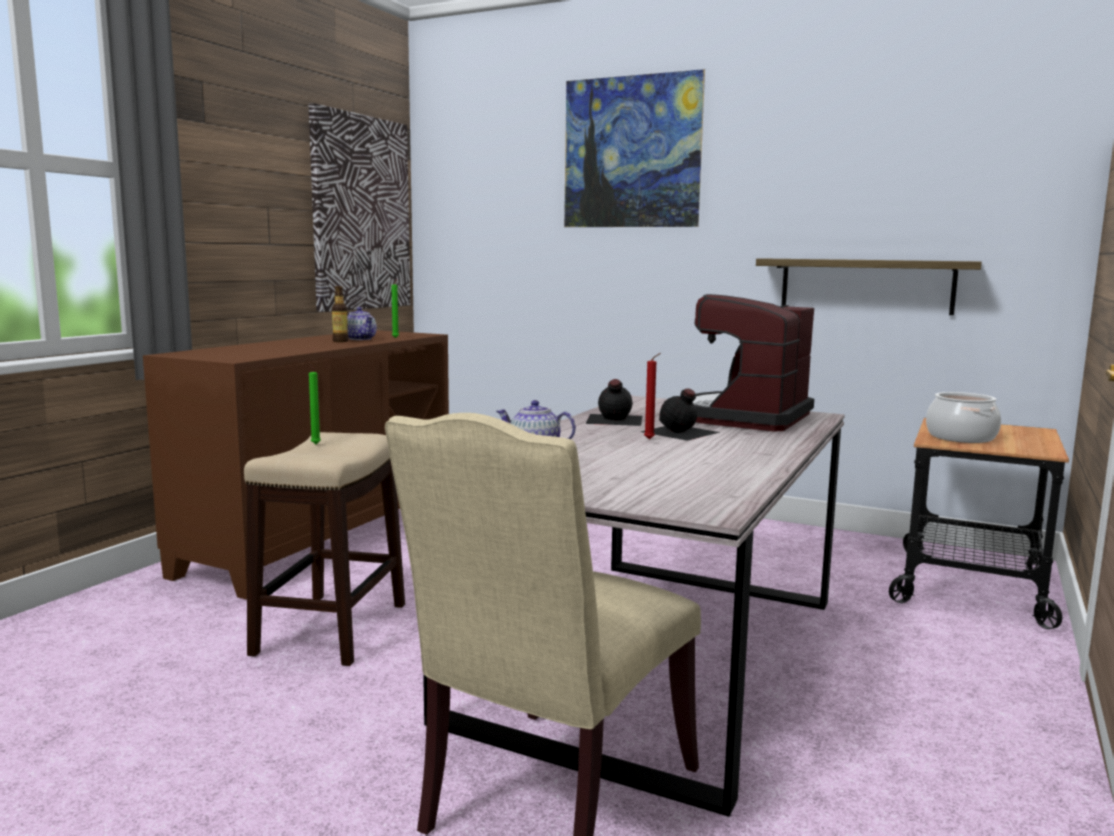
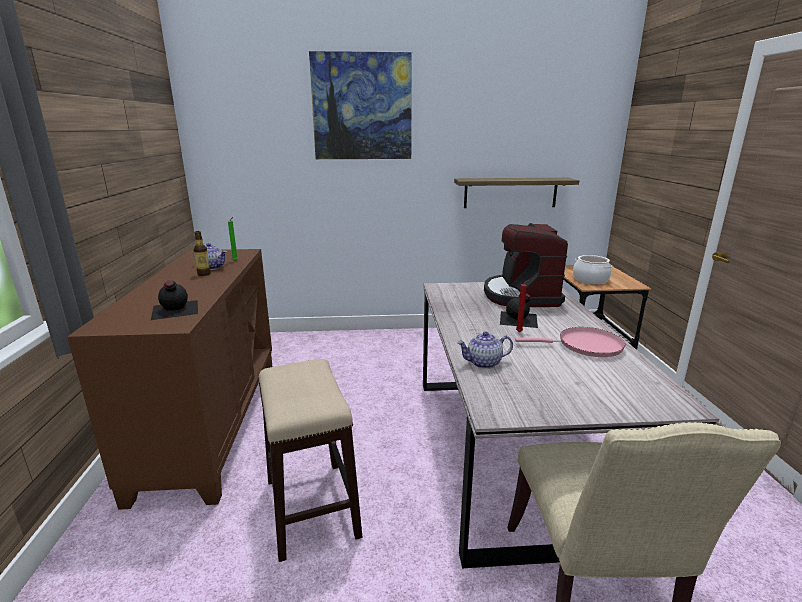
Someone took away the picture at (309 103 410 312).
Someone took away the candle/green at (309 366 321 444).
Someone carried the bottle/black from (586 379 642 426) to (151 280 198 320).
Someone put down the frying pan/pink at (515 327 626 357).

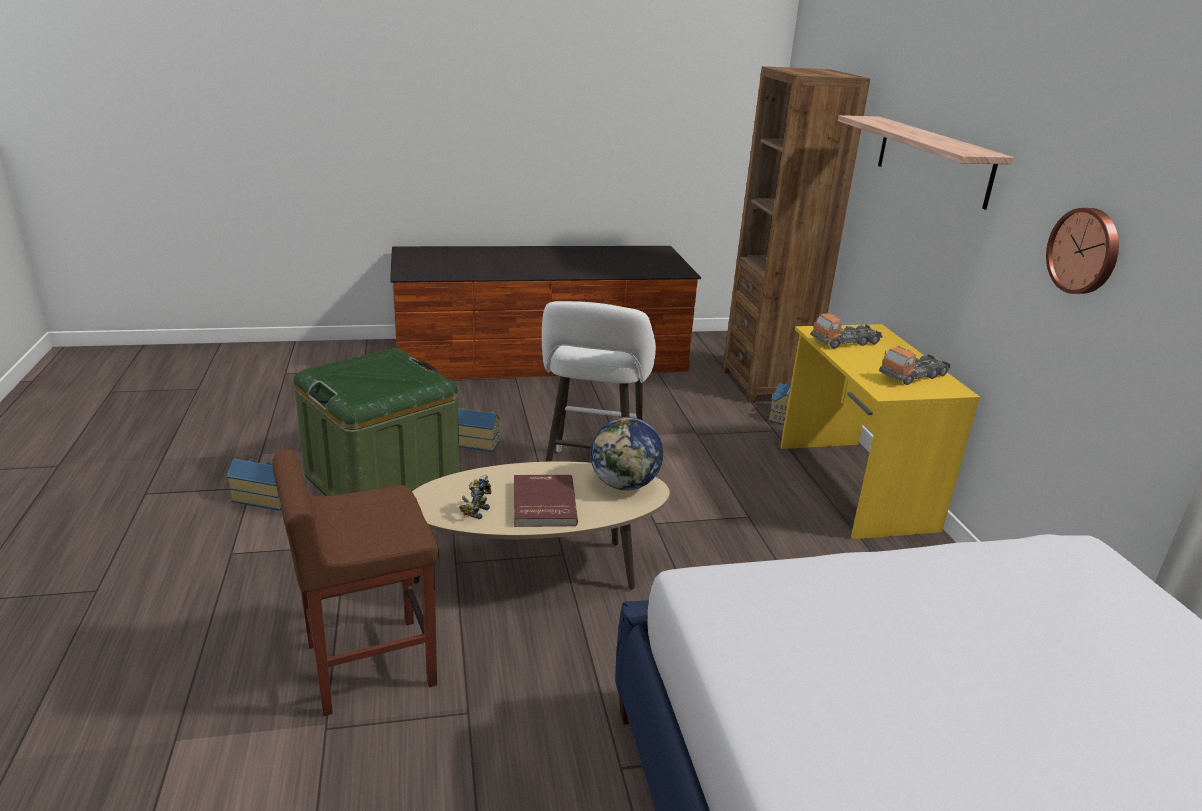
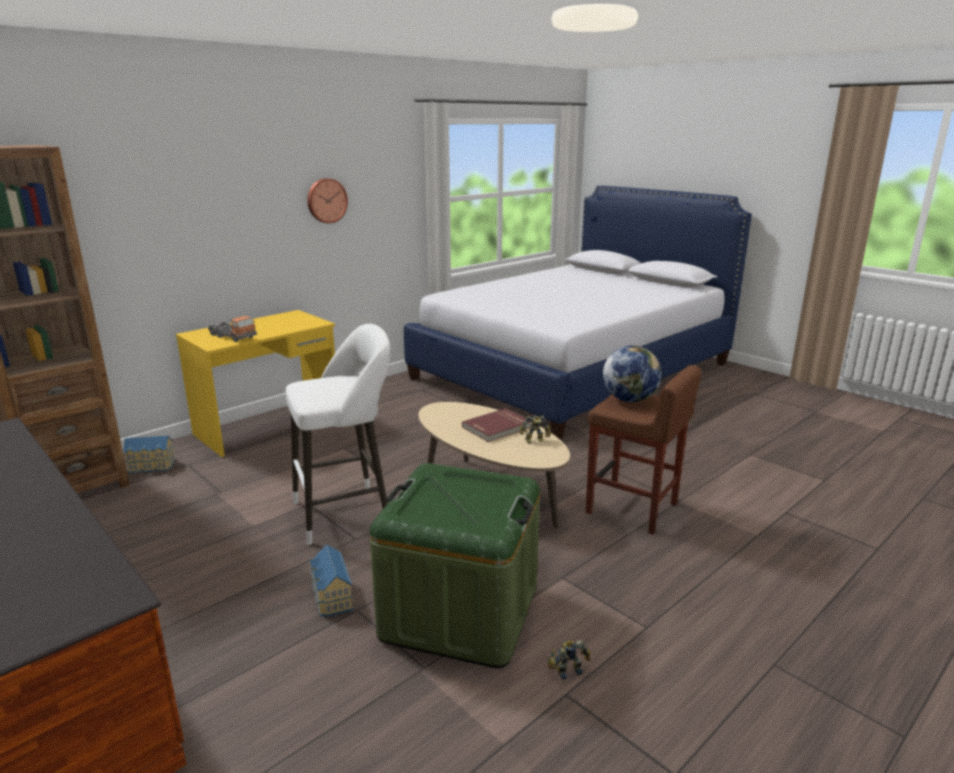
Someone took away the shelf at (838 115 1014 210).
Someone took away the toy truck at (879 346 951 385).
Someone carried the globe from (590 417 663 491) to (603 346 662 402).
Someone swapped the toy house at (227 458 282 511) for the toy robot at (547 640 591 679).

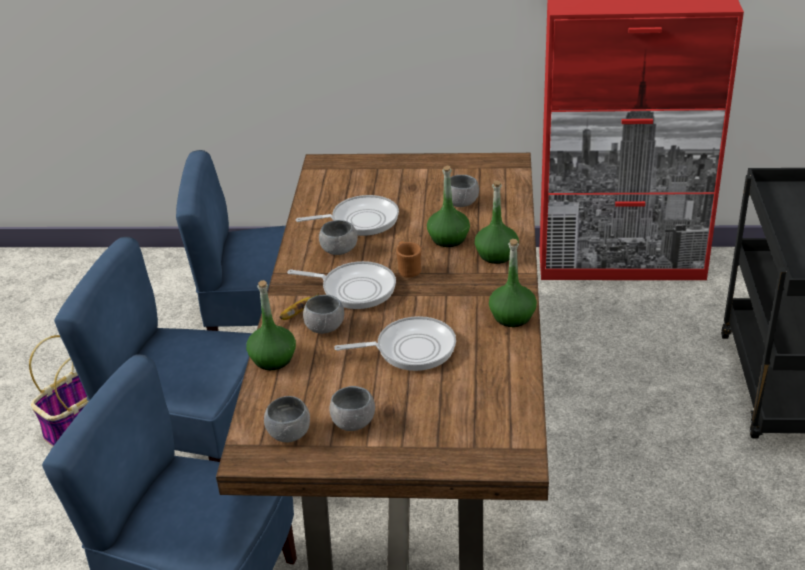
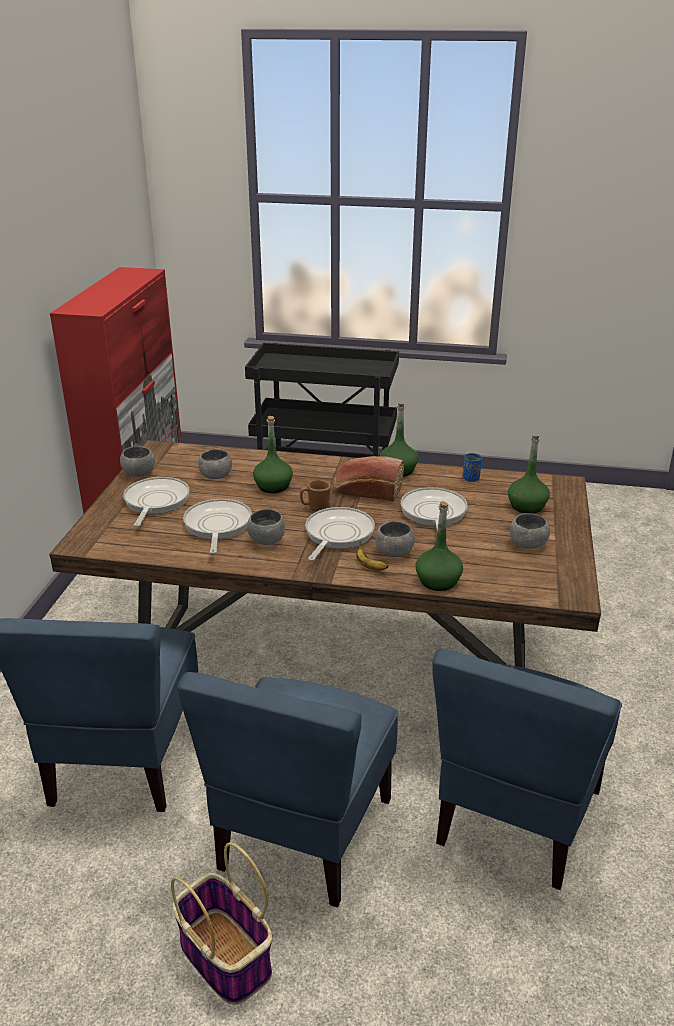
Someone carried the bottle/green from (475 180 519 264) to (508 434 550 514).
Someone carried the bowl/grey from (264 396 310 442) to (120 446 155 477).
Someone put down the cup/blue at (463 453 482 482).
Someone put down the bread at (334 456 404 502).
Someone put down the frying pan at (123 477 190 527).

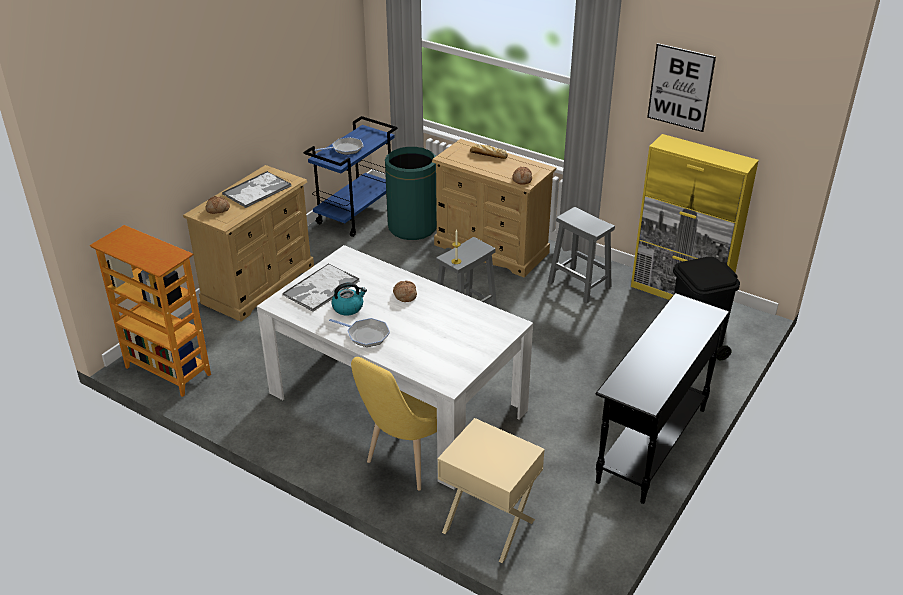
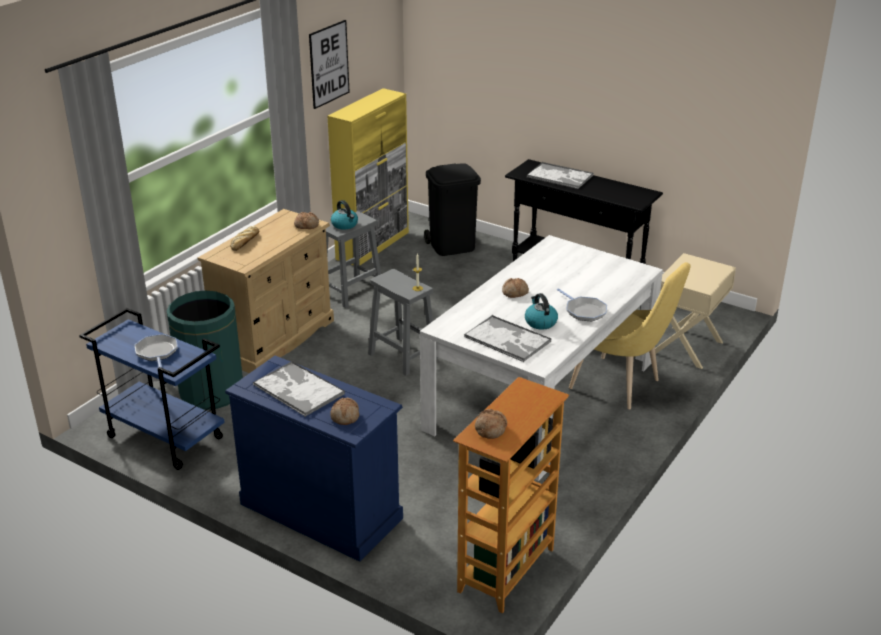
Someone repainted the dresser/beige at (183 165 314 322), which became the dresser/blue at (225 356 403 562).
Someone rotated the frying pan at (329 318 390 347) by 120 degrees clockwise.
Someone put down the tray at (527 162 594 189).
Someone put down the kettle at (331 200 358 230).
Someone put down the bread at (475 409 507 439).

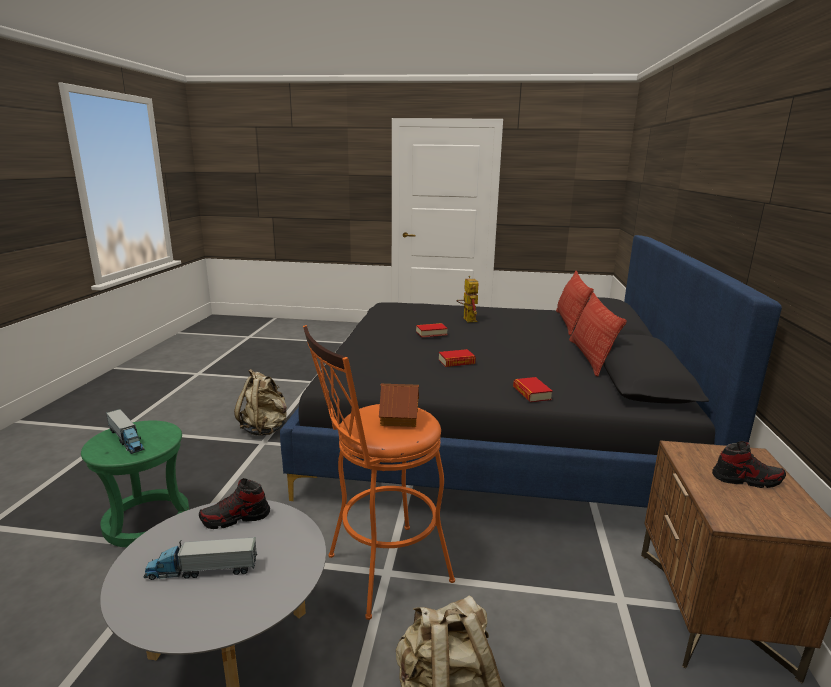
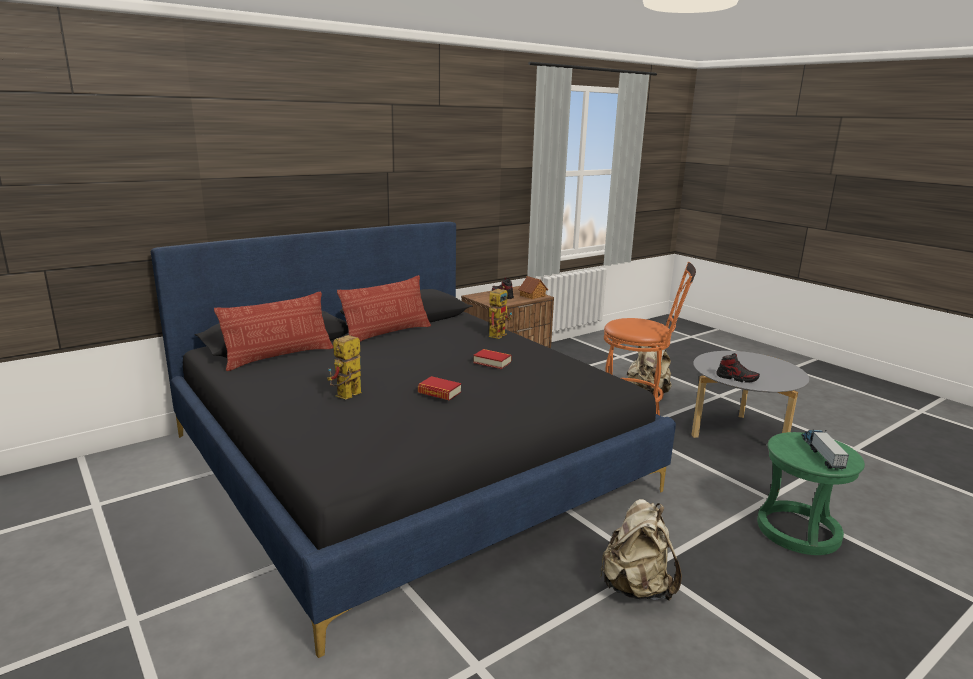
Someone swapped the book at (513 377 553 402) for the toy robot at (489 286 512 339).
Someone carried the toy house from (379 384 419 427) to (518 276 548 299).
Someone took away the toy truck at (144 537 257 580).

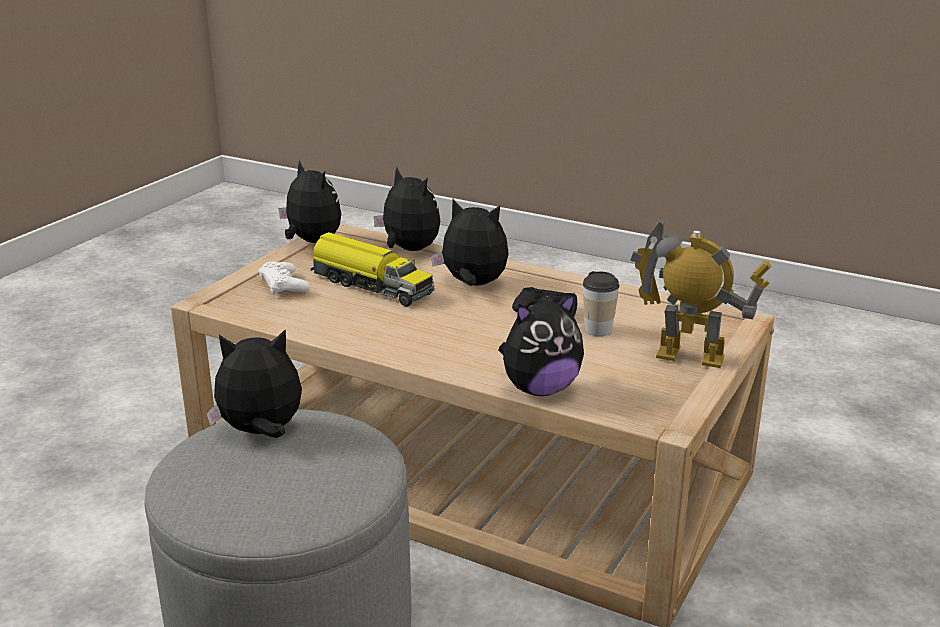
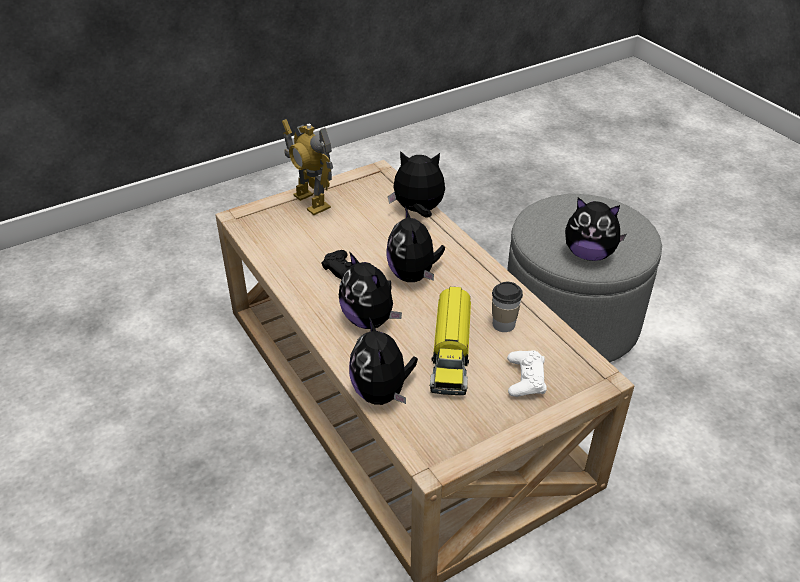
Someone carried the plush toy from (278 160 341 243) to (387 206 445 282).
Someone rotated the toy truck at (311 232 434 306) by 150 degrees counterclockwise.
Someone carried the cup from (583 271 620 336) to (492 282 523 332).

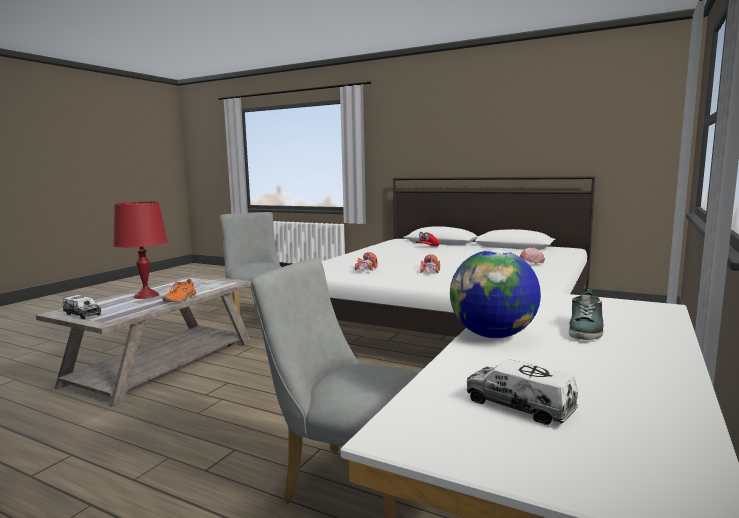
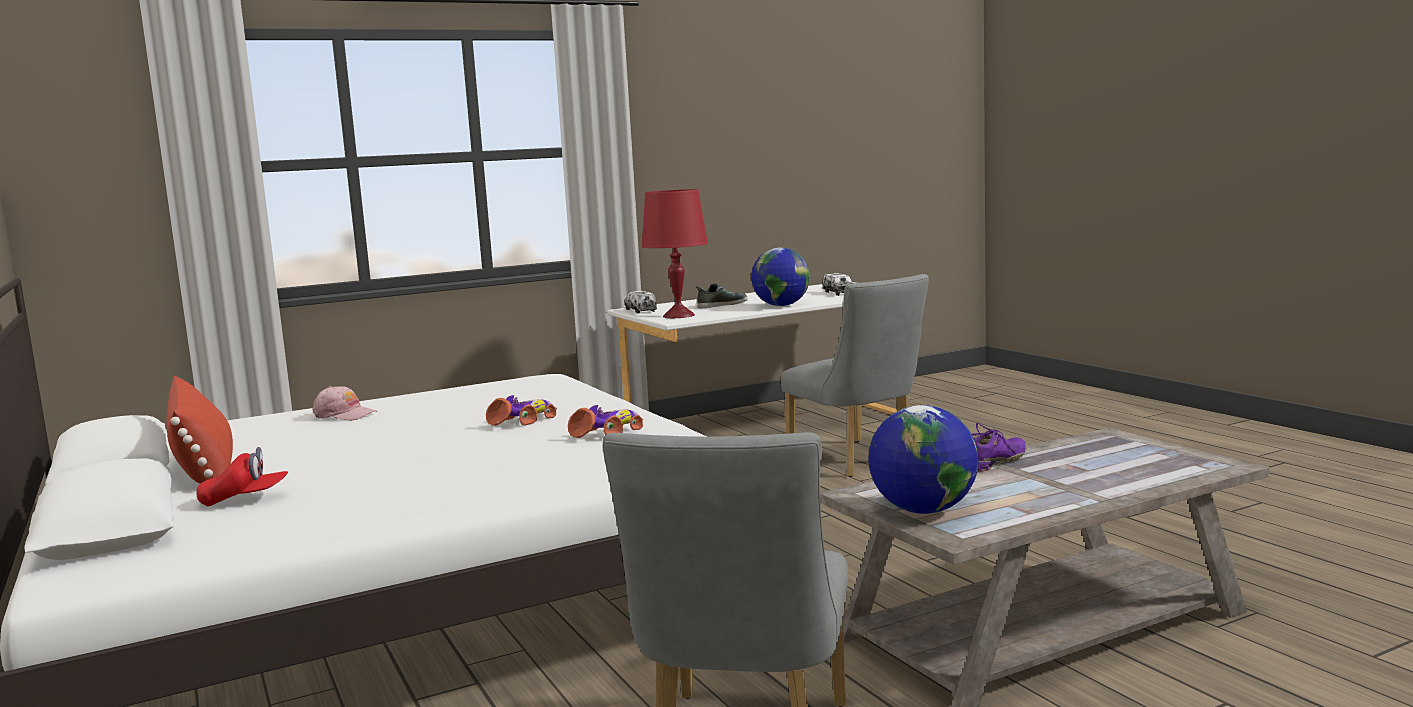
Someone carried the table lamp/red from (113 202 168 299) to (642 189 708 318).
Someone repainted the shoe/orange at (162 279 196 302), which became the shoe/purple at (971 423 1027 472).
Someone carried the toy truck from (63 295 101 319) to (625 291 657 313).
Someone put down the pillow/red at (167 376 233 484).
Someone put down the globe at (868 405 979 514).

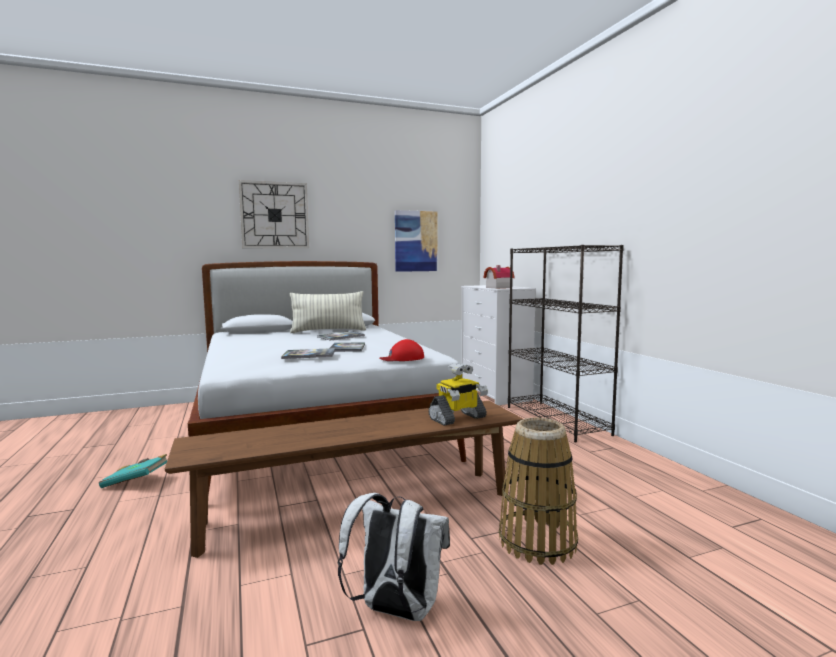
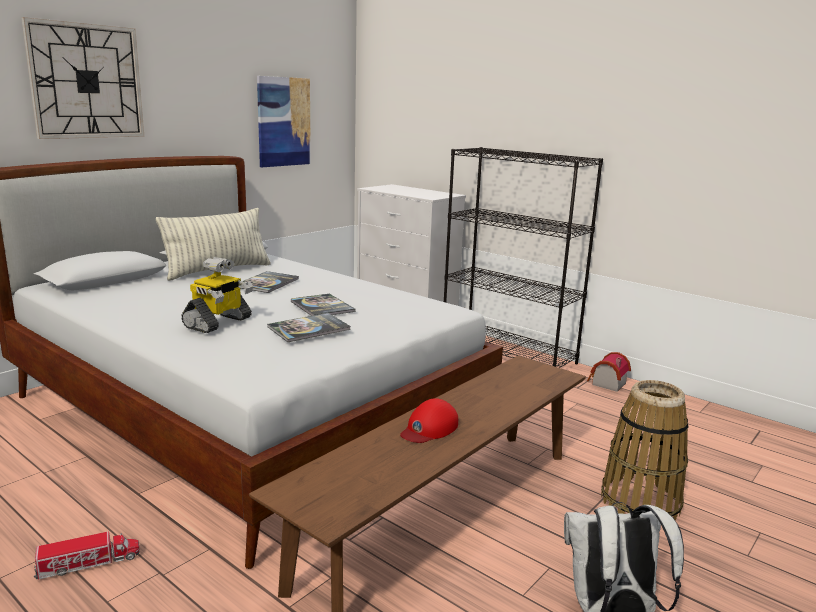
Someone carried the toy house from (483 265 515 289) to (587 352 631 392).
Someone carried the cap/red from (379 339 424 361) to (400 398 458 443).
Someone carried the toy robot from (428 363 488 426) to (181 257 253 333).
Someone swapped the book/turquoise at (99 454 167 488) for the toy truck at (34 531 140 579).

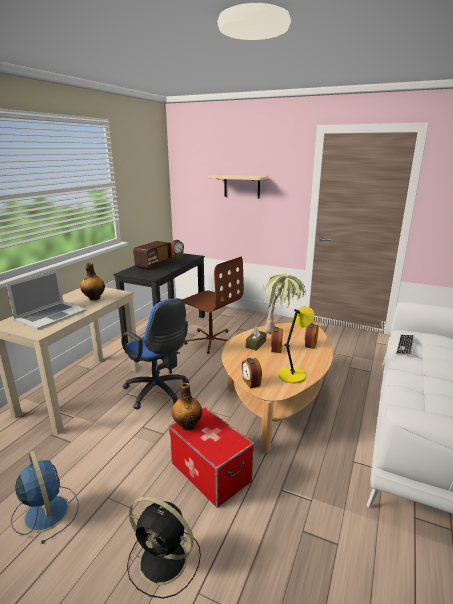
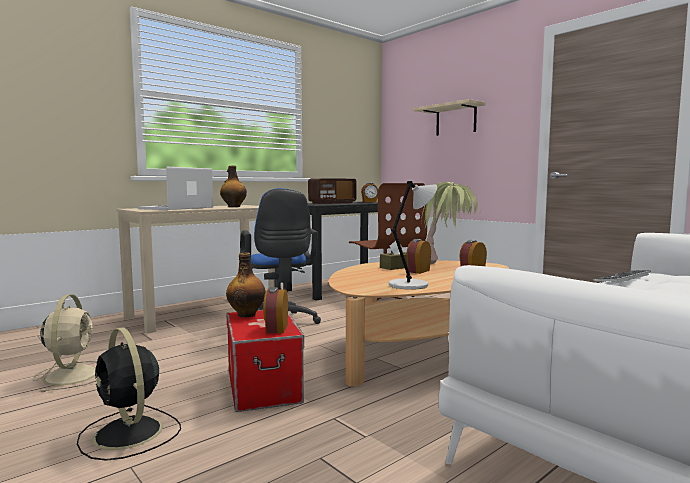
Someone rotated the laptop at (6 270 87 330) by 150 degrees clockwise.
Someone repainted the table lamp/yellow at (278 306 314 384), which became the table lamp/grey at (389 181 437 290).
Someone carried the alarm clock from (242 358 262 389) to (263 287 288 333).
Someone repainted the fan/blue at (11 450 79 544), which became the fan/beige at (32 294 97 392).

